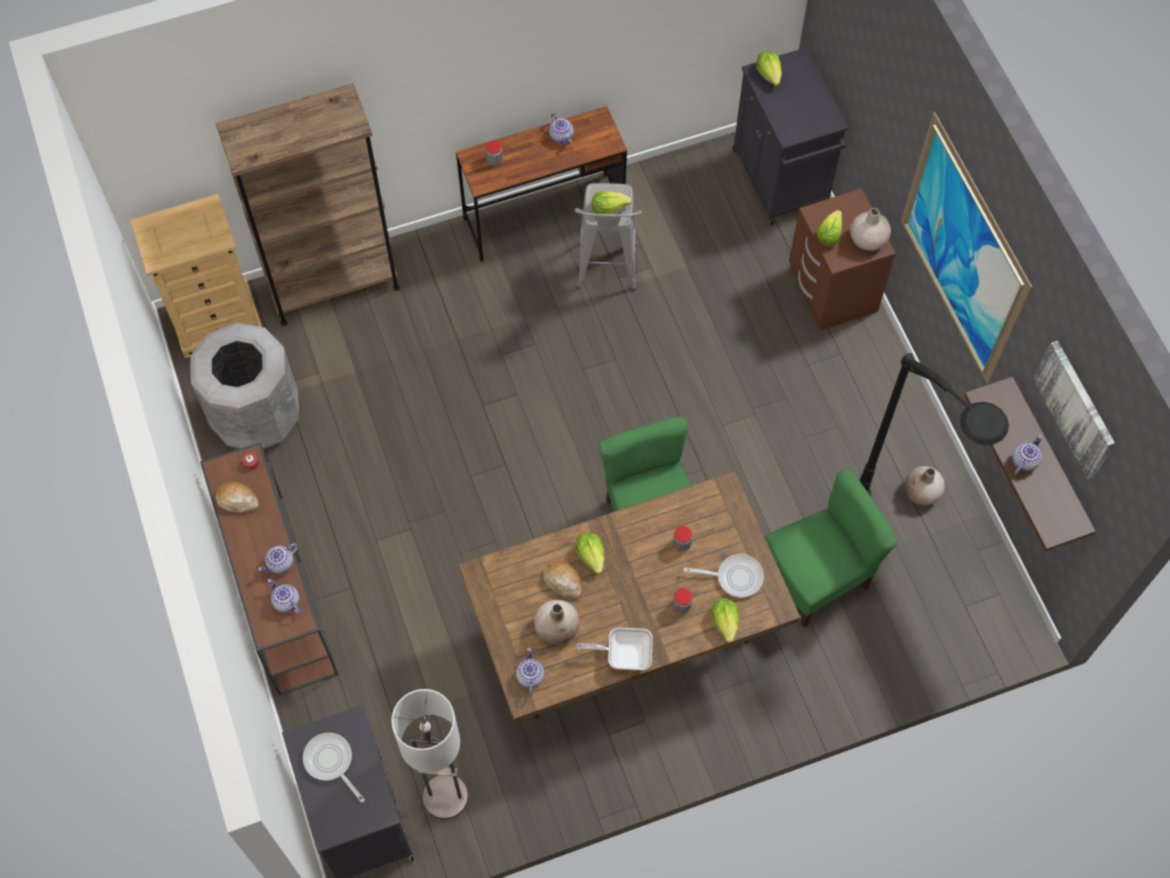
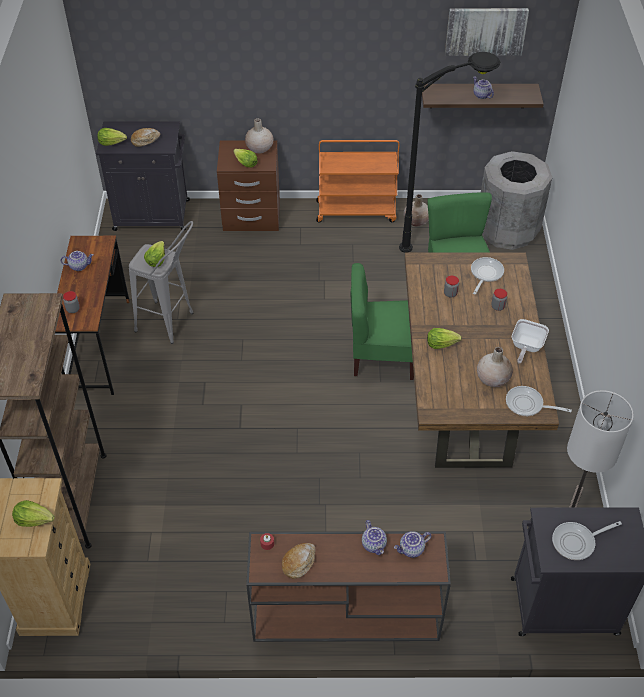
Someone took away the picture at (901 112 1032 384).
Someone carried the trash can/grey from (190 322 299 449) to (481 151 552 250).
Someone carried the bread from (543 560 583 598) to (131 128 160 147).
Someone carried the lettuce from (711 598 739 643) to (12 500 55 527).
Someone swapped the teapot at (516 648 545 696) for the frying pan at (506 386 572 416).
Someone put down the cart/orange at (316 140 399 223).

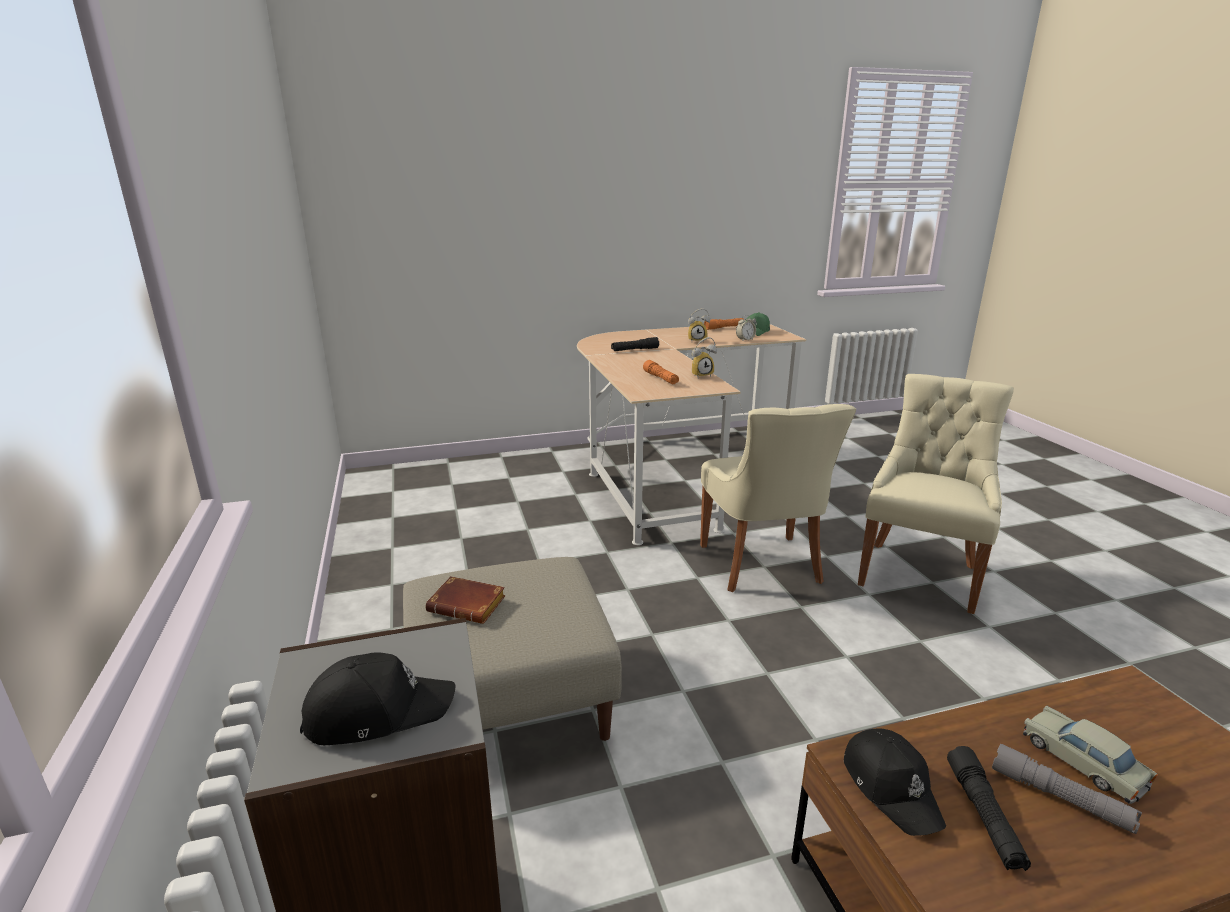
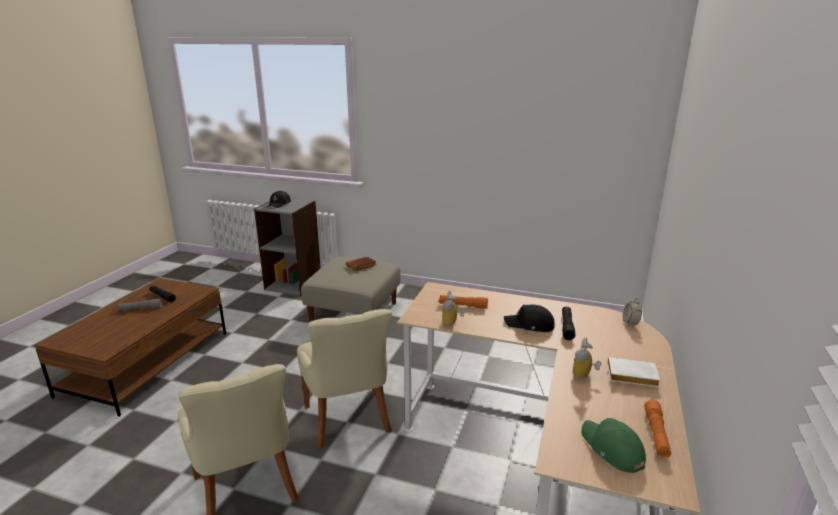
Someone carried the alarm clock from (736 315 756 340) to (623 298 642 327).
Someone rotated the chair/beige at (700 404 856 592) by 135 degrees counterclockwise.
Someone took away the toy car/beige at (1023 706 1158 804).
Someone carried the cap/black from (844 728 946 836) to (504 304 555 332).
Someone put down the book/white at (608 357 661 387).

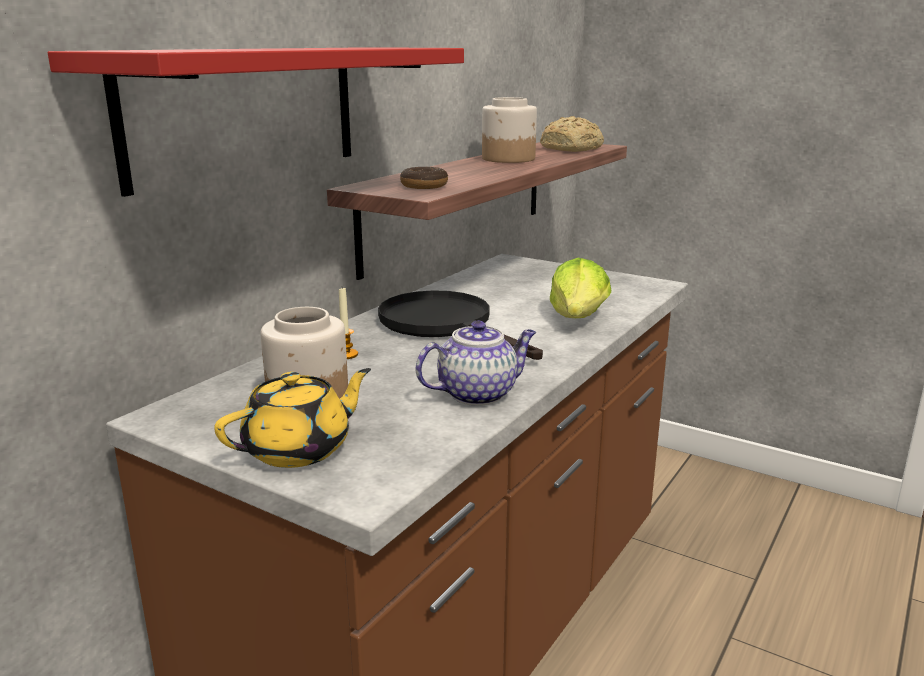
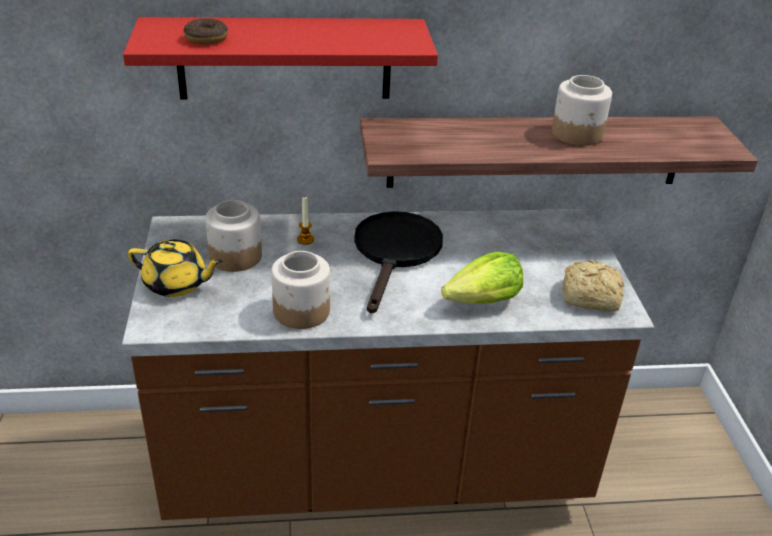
Someone carried the bread from (540 116 604 152) to (562 260 624 311).
Someone carried the donut from (400 167 448 189) to (183 18 228 45).
Someone swapped the teapot at (416 320 536 406) for the jar at (271 251 330 329).

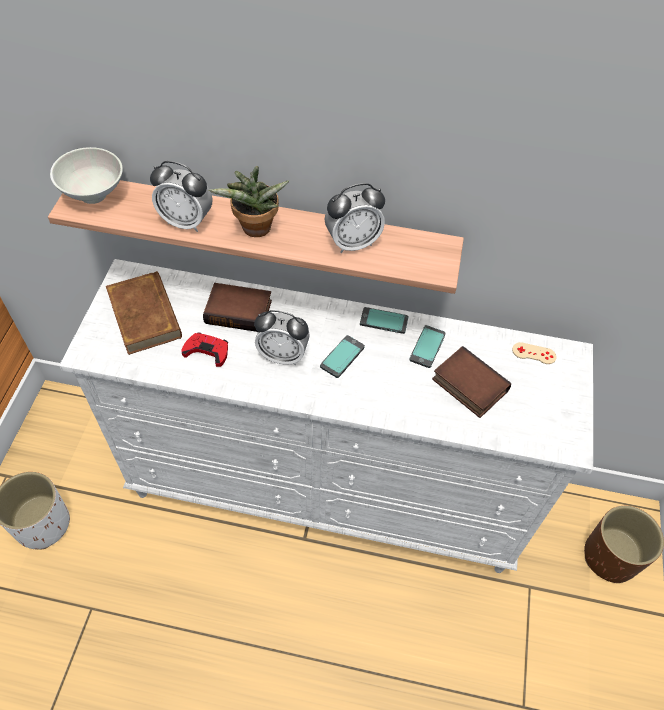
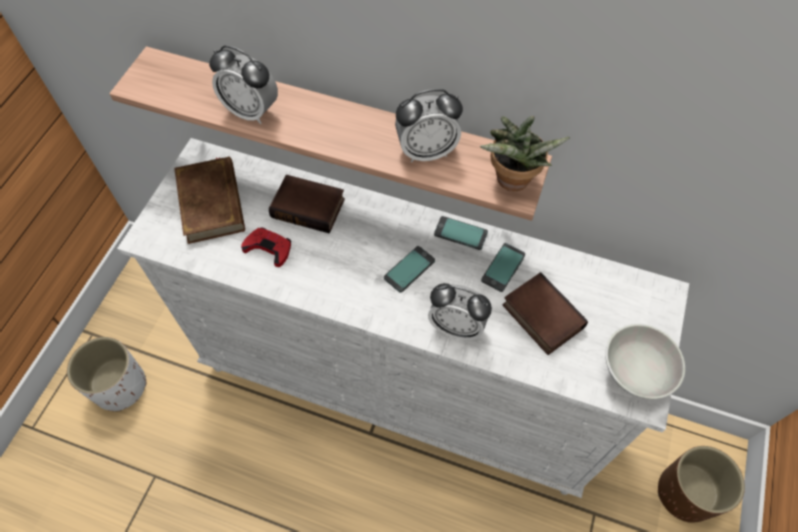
Someone carried the bowl/white from (50 147 123 204) to (605 324 685 399).
Someone carried the potted plant from (209 166 289 237) to (480 116 570 191).
Someone carried the alarm clock from (254 310 310 365) to (428 283 492 341).
Someone took away the game controller/beige at (512 342 557 364).

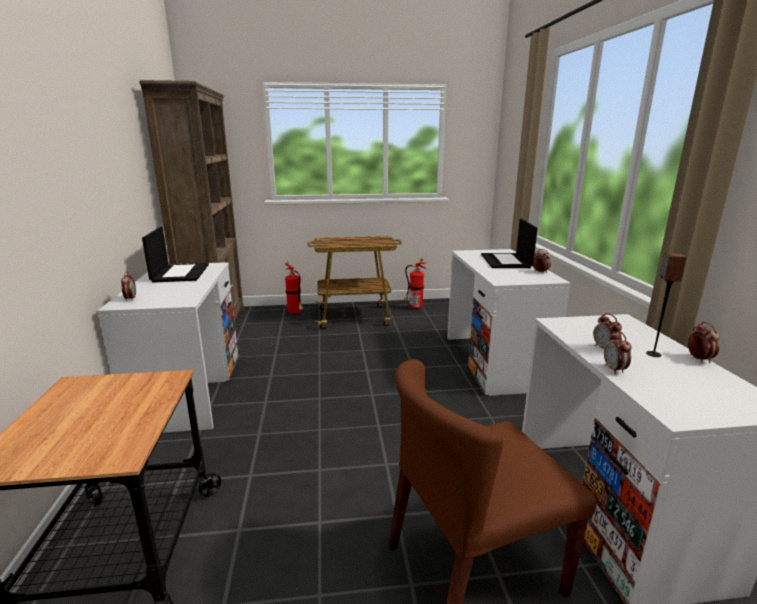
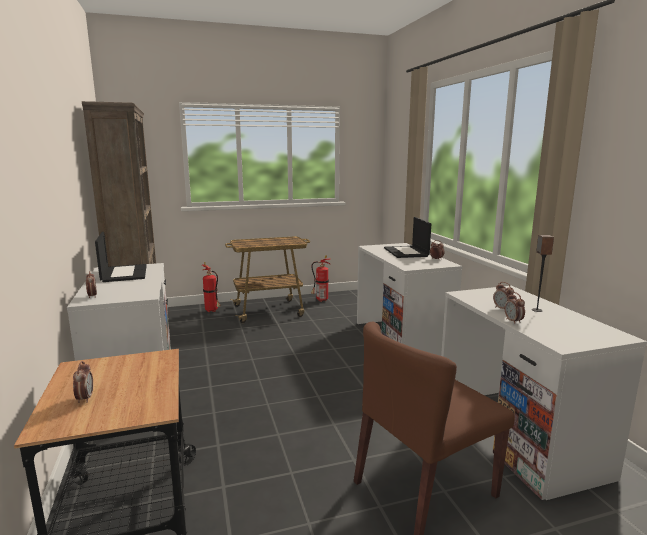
Someone carried the alarm clock from (688 322 720 363) to (73 361 93 403).

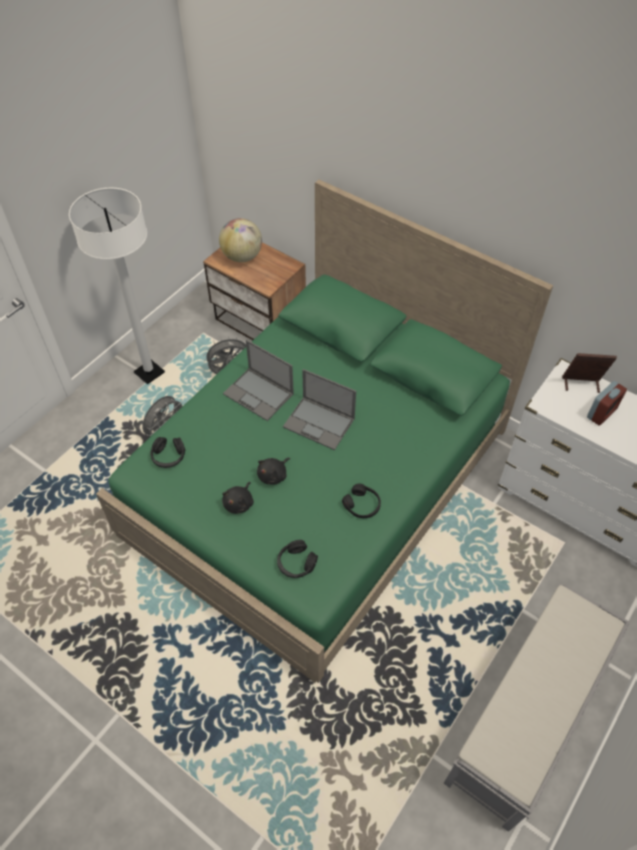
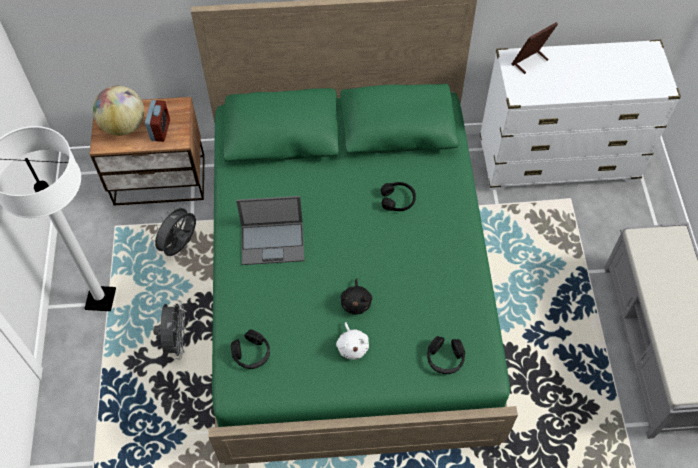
Someone took away the laptop at (283 369 356 450).
Someone carried the alarm clock from (587 381 627 426) to (145 100 170 142).
Someone repainted the plush toy/black at (222 482 254 514), which became the plush toy/white at (336 322 369 360).
Someone carried the headphones/black from (342 483 381 518) to (381 182 416 211).

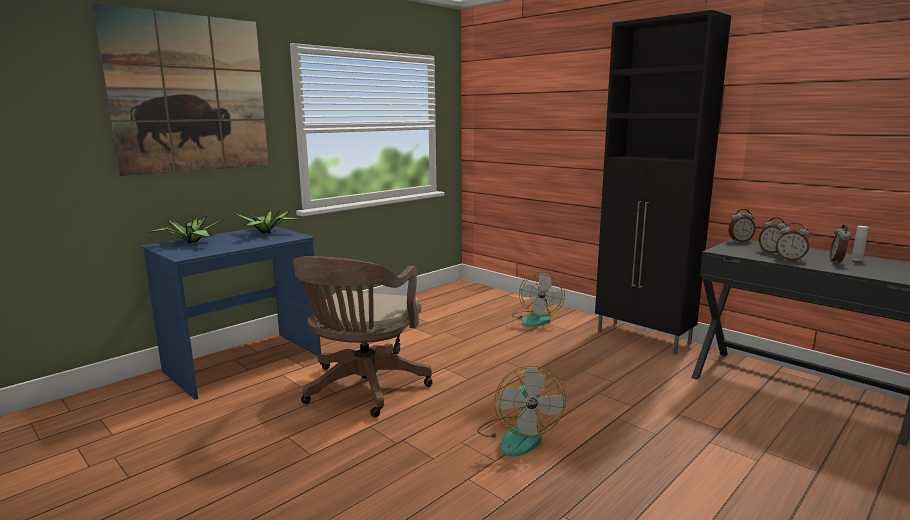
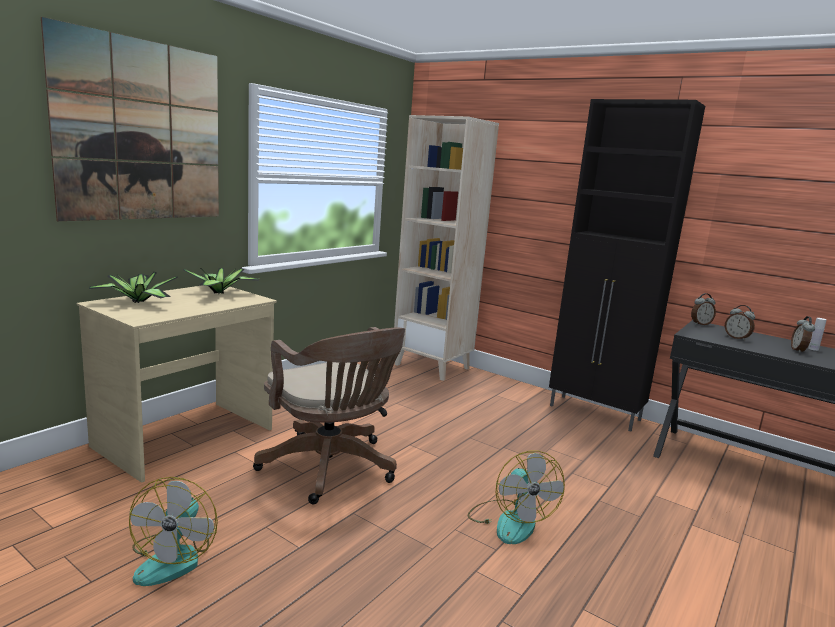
Someone took away the alarm clock at (776 223 810 261).
Someone repainted the desk/blue at (141 226 321 400), which became the desk/beige at (77 285 277 483).
Someone rotated the office chair/brown at (293 256 433 417) by 45 degrees counterclockwise.
Someone carried the fan from (512 271 565 327) to (129 477 218 586).
Someone put down the bookcase/beige at (394 115 499 381).

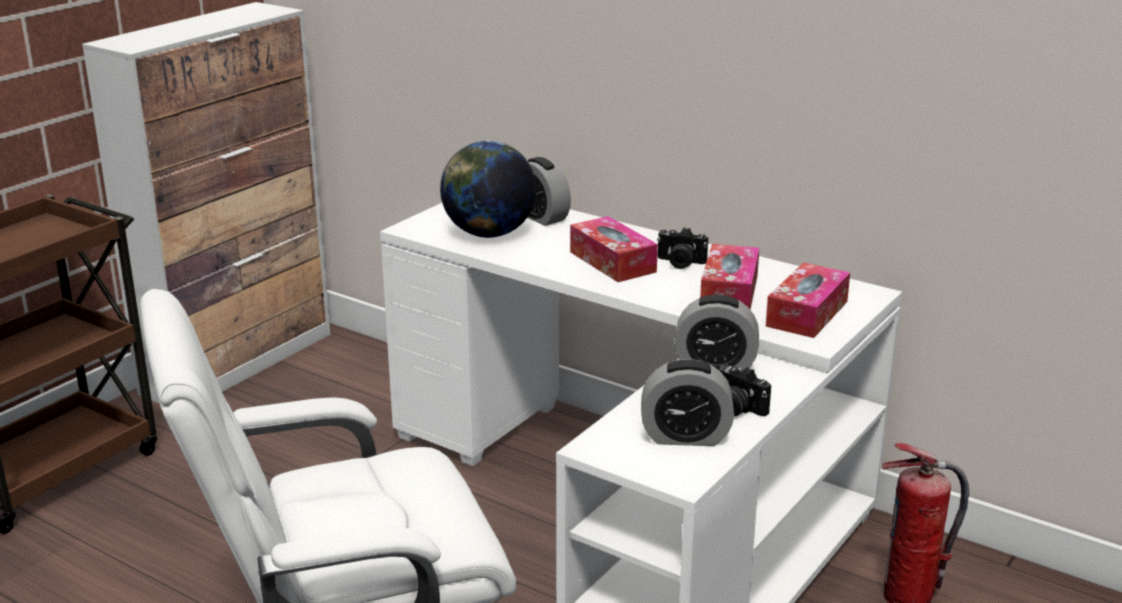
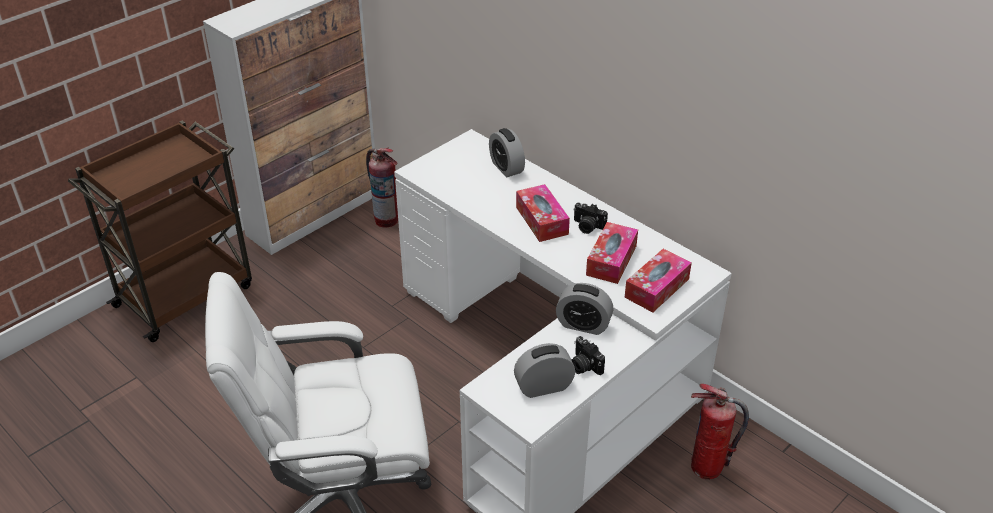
Someone took away the globe at (440 140 536 238).
Someone rotated the alarm clock at (641 359 734 446) by 150 degrees clockwise.
Someone put down the fire extinguisher at (366 147 398 227).

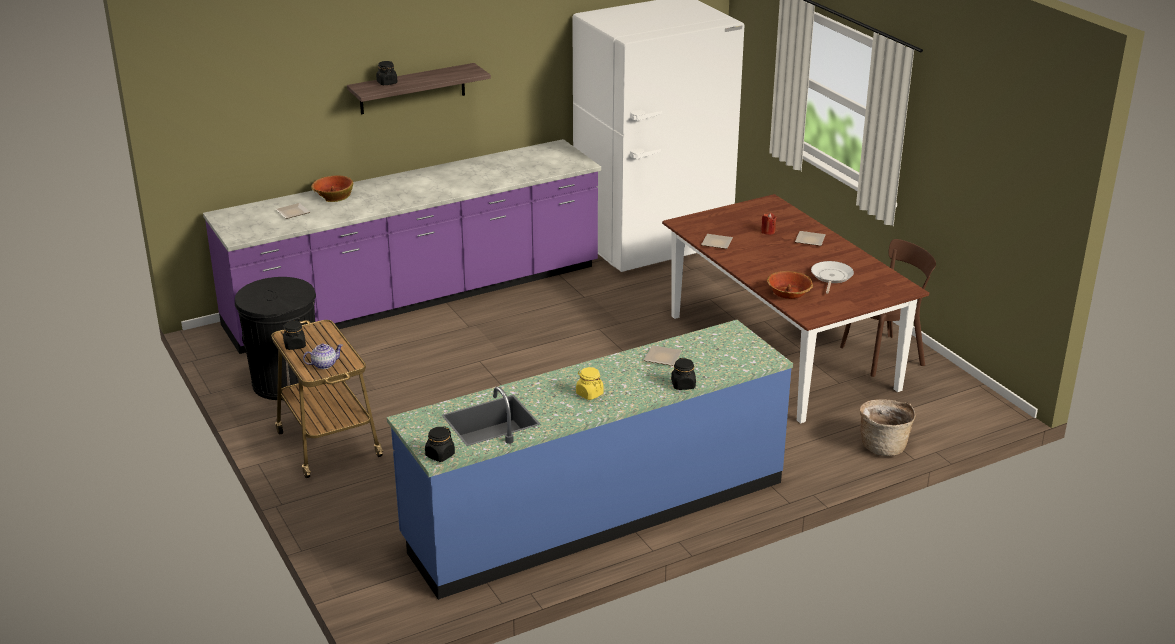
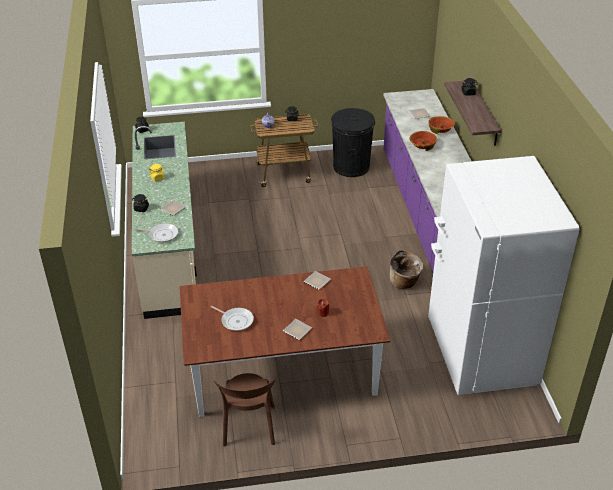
Someone carried the bowl from (767 271 813 299) to (409 131 437 151).
Someone repainted the counter/blue at (387 320 793 600), which became the counter/beige at (132 122 197 319).
Someone carried the basket from (860 399 915 456) to (390 250 423 289).
Someone put down the frying pan at (135 223 178 242).

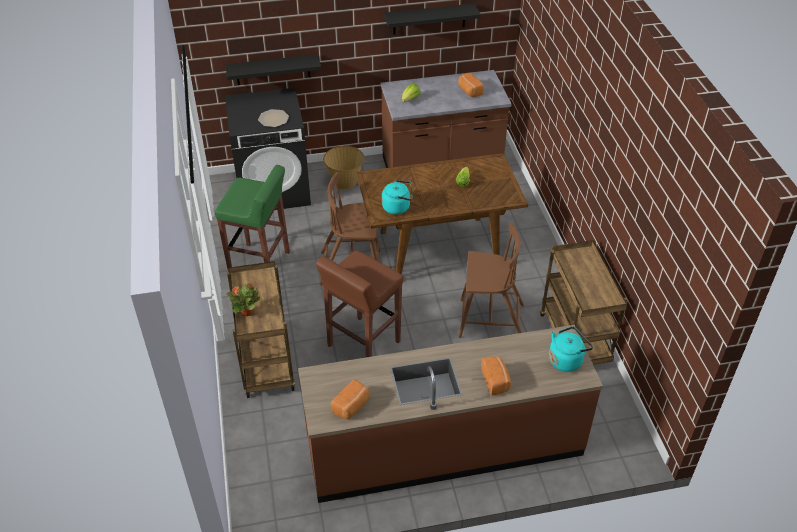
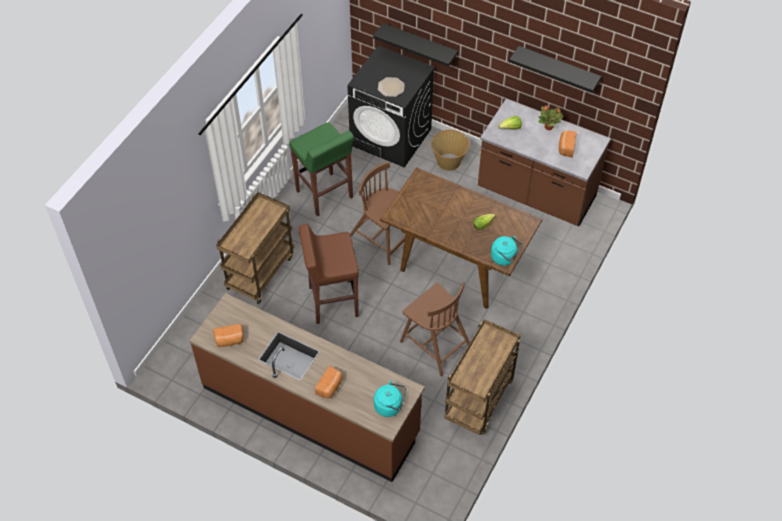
Someone carried the kettle/turquoise from (382 180 412 215) to (491 236 523 266).
Someone carried the potted plant from (227 284 262 316) to (538 105 564 130).

